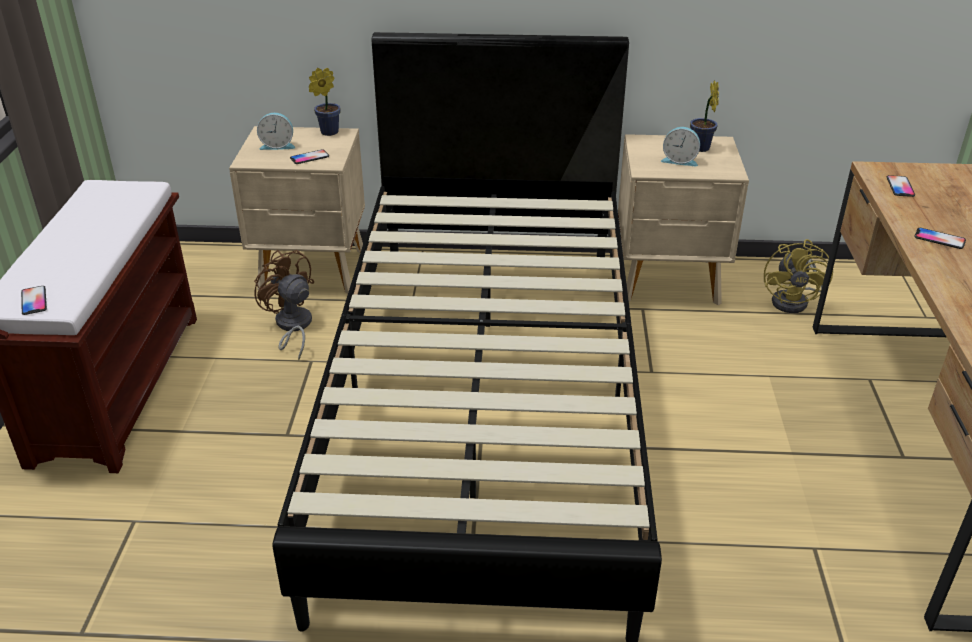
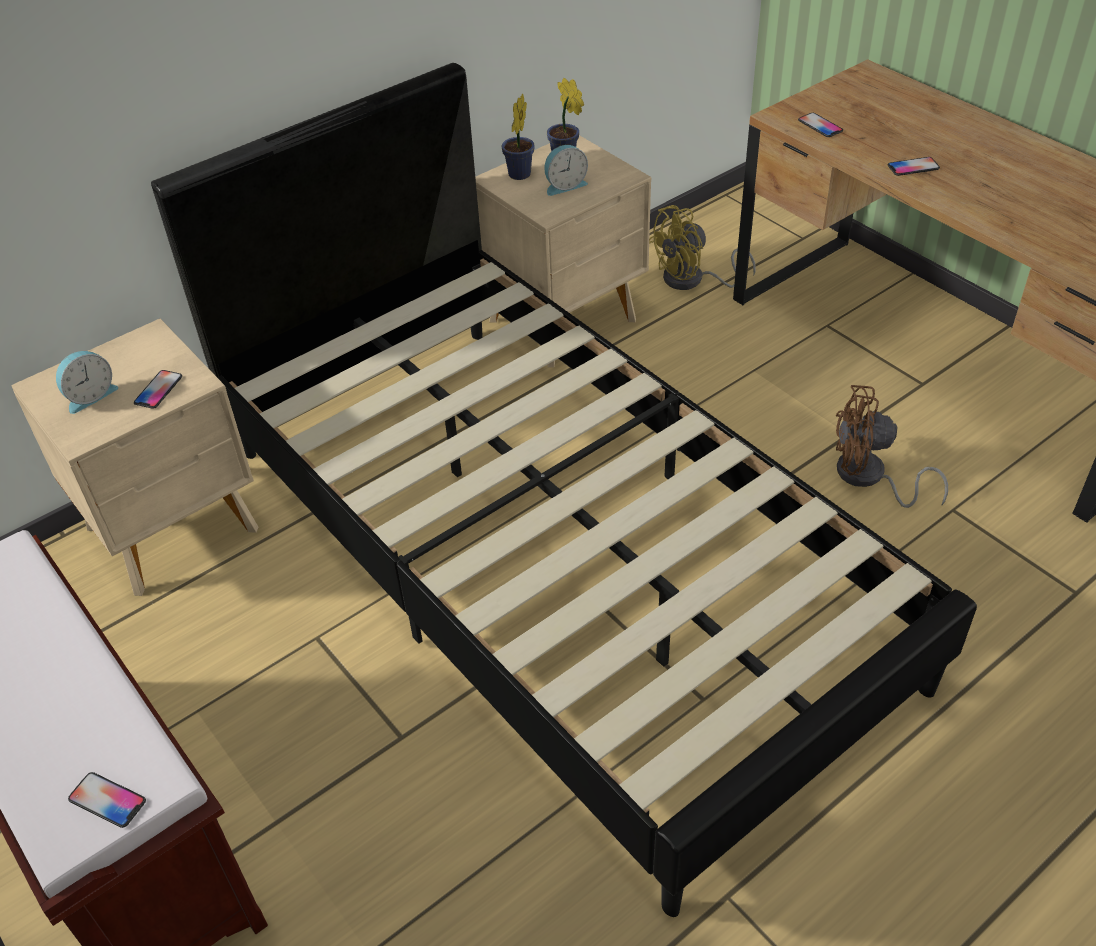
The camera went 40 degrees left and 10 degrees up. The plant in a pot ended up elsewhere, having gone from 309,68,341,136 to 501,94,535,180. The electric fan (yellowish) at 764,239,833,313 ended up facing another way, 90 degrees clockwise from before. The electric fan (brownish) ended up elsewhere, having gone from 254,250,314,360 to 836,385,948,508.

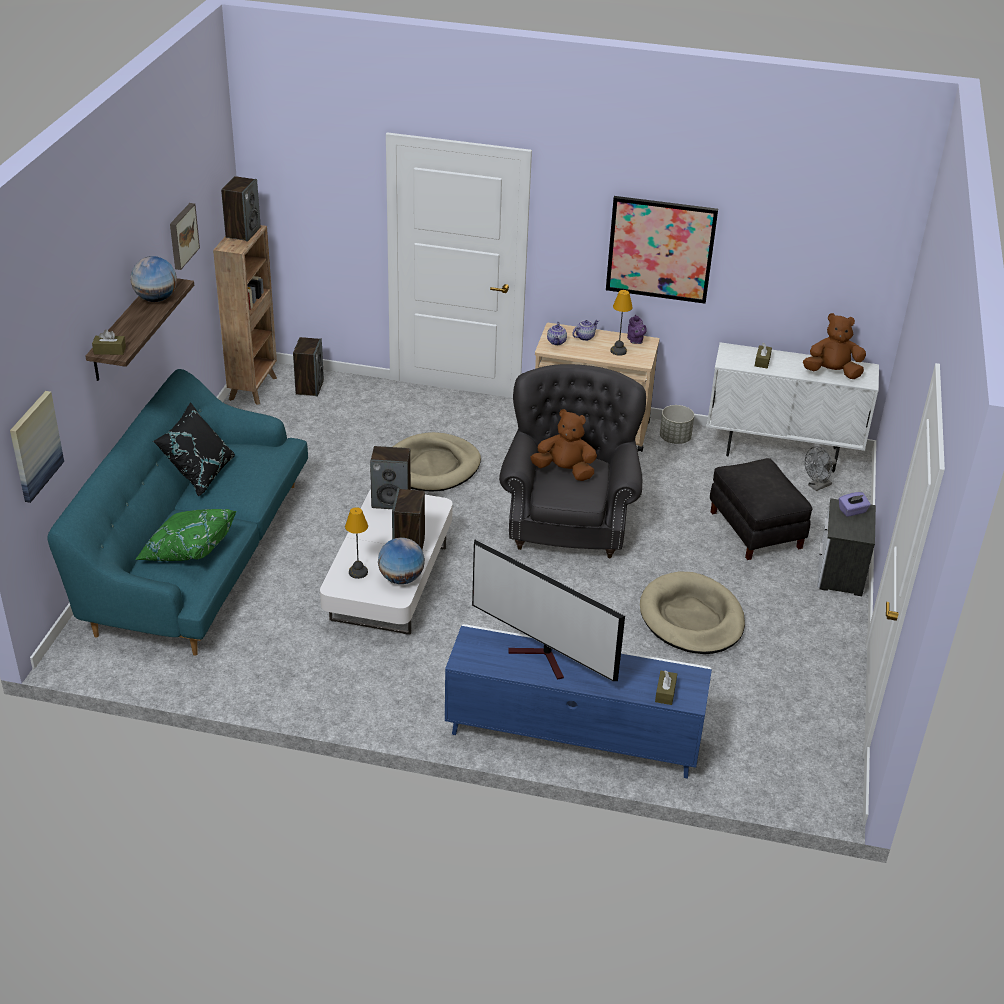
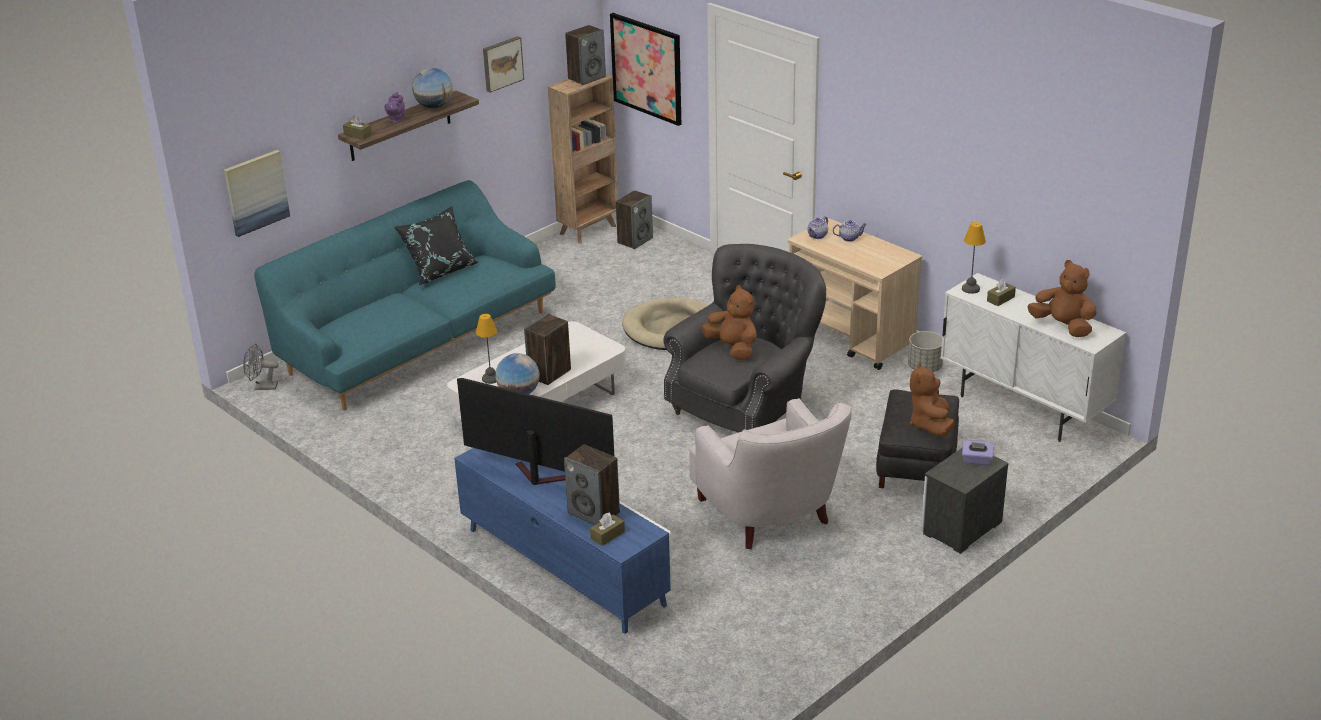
The camera went 35 degrees right and 5 degrees down. The picture ended up elsewhere, having gone from 606,196,718,304 to 610,13,681,126. The tabletop lamp ended up elsewhere, having gone from 610,290,633,356 to 962,222,986,294. The pot for tea (purple-coloured) ended up elsewhere, having gone from 627,315,647,344 to 385,92,405,123. The audio speaker ended up elsewhere, having gone from 370,446,411,509 to 564,444,620,525. The electric fan (grey) ended up elsewhere, having gone from 805,446,837,491 to 243,344,279,390. The second view lost the throw pillow (green-coloured) at 135,509,237,561. The TV set at 472,539,625,681 ended up facing another way, 135 degrees clockwise from before. Where the pet bed (sand-coloured) stood at 640,571,745,654, the armchair (white-coloured) came to stand at 689,398,851,549. The second view gained the soft toy (brownish) at 910,363,954,437.

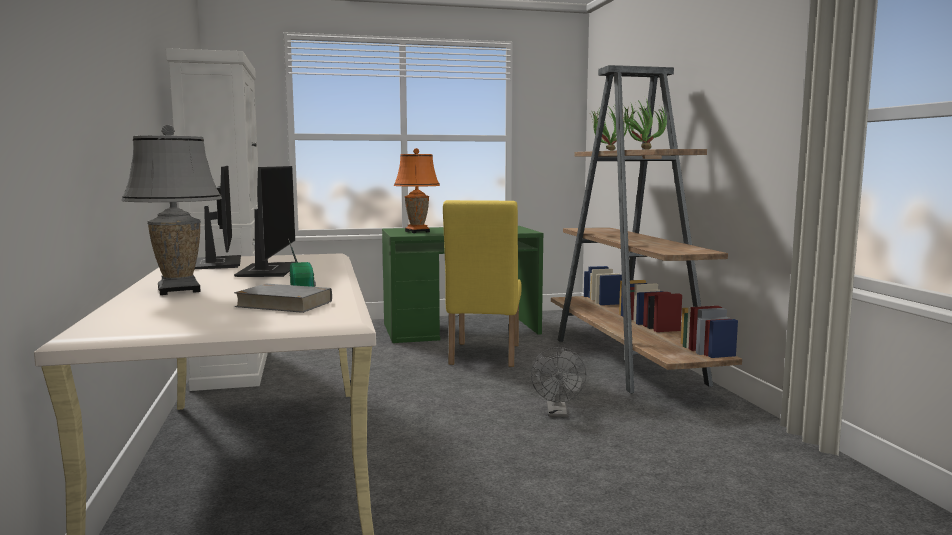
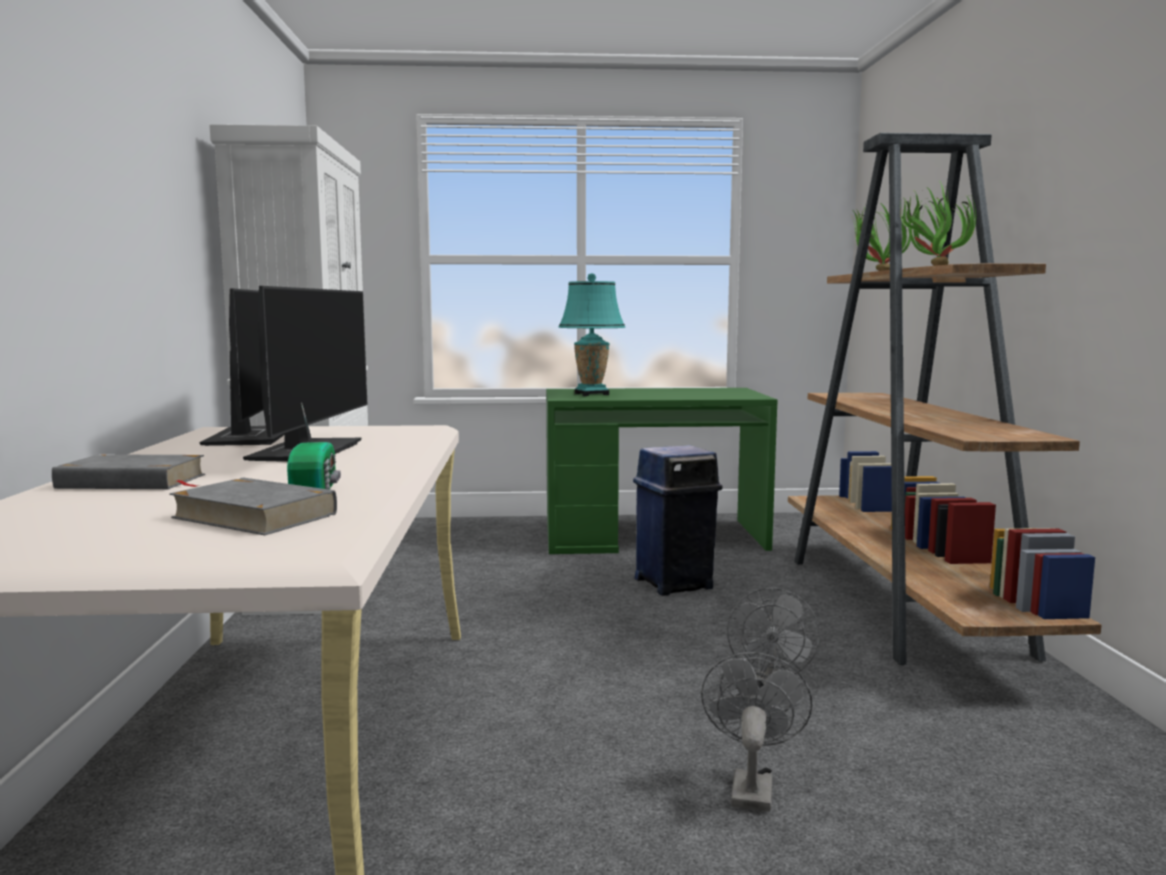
The camera went 10 degrees right and 0 degrees up. Where the tabletop lamp (grey) stood at 121,125,222,295, the volume (grey) came to stand at 52,454,205,489. What was the tabletop lamp (orange) at 394,148,440,233 turned into the tabletop lamp (turquoise) at 559,273,625,396. Where the chair (yellowish) stood at 443,200,521,367, the waste bin (blue-coloured) came to stand at 633,445,723,596. The second view gained the electric fan (grey) at 701,652,813,812.

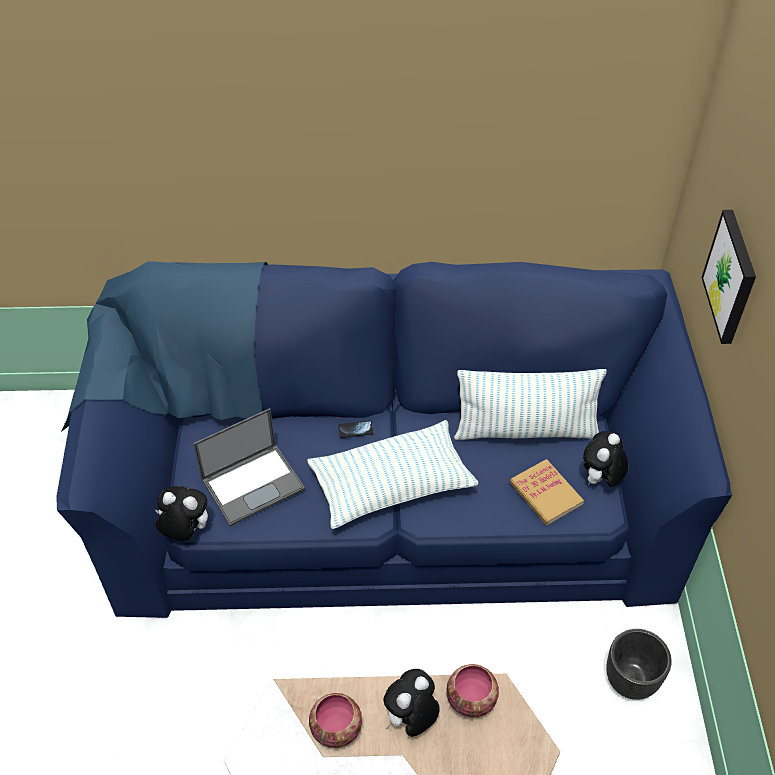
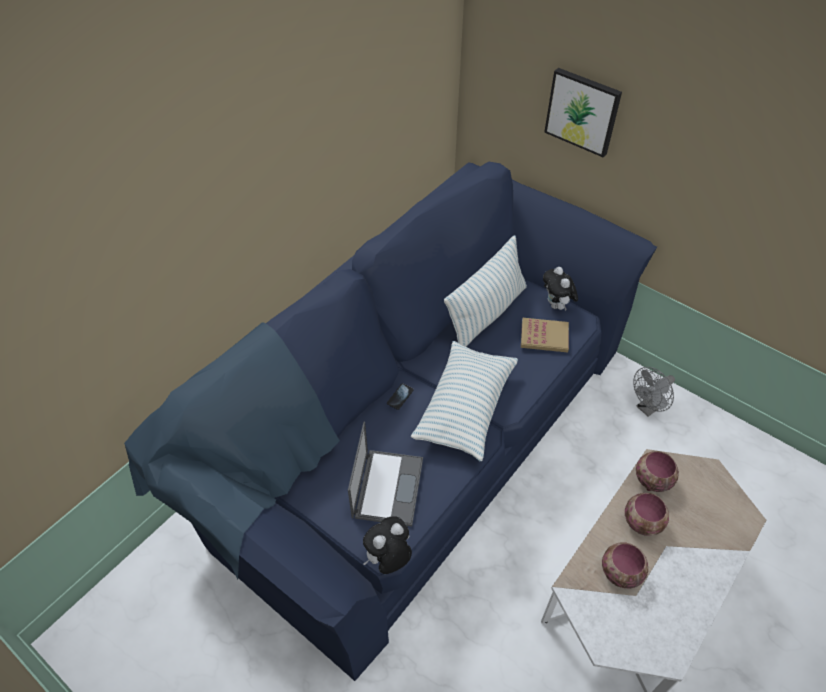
The camera went 50 degrees left and 0 degrees up. Where the plant pot (black-coloured) stood at 606,629,672,700, the electric fan (grey) came to stand at 634,367,675,416. Where the soft toy stood at 384,669,440,737, the deep dish came to stand at 625,493,669,536.

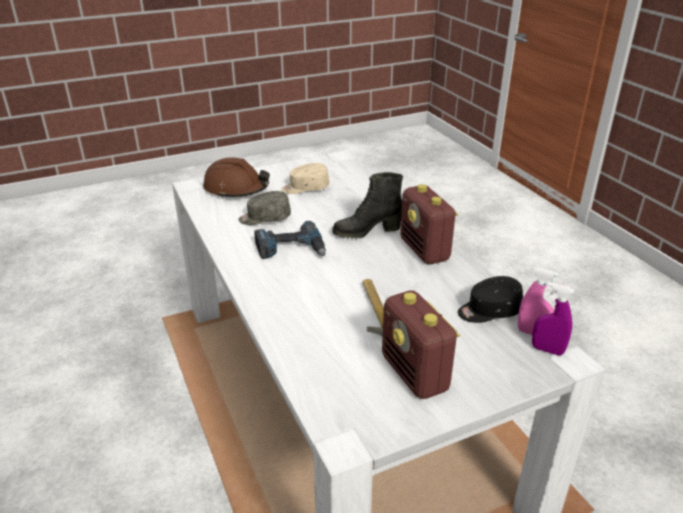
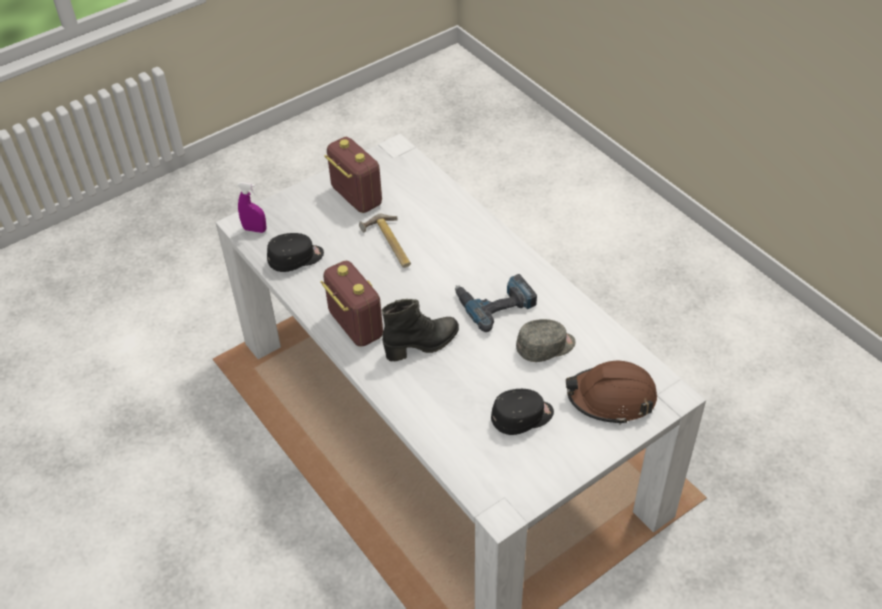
The camera went 170 degrees right and 15 degrees up. What was the baseball cap (sand-coloured) at 281,163,329,194 turned into the baseball cap (black-coloured) at 491,389,554,435. The second view lost the spray bottle (pinkish) at 518,268,560,335.

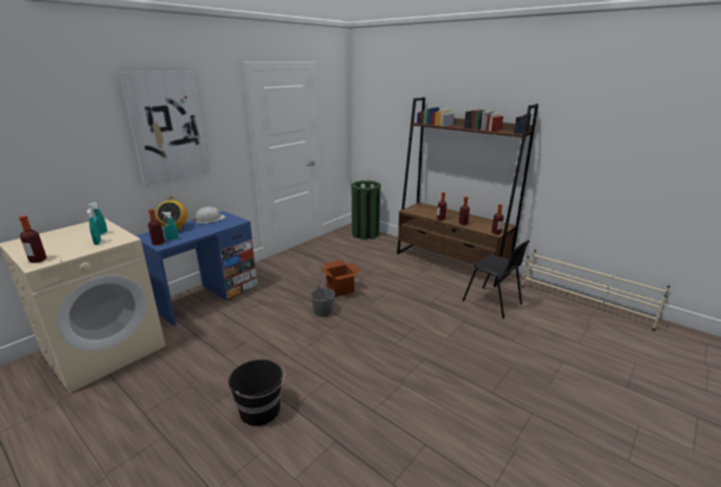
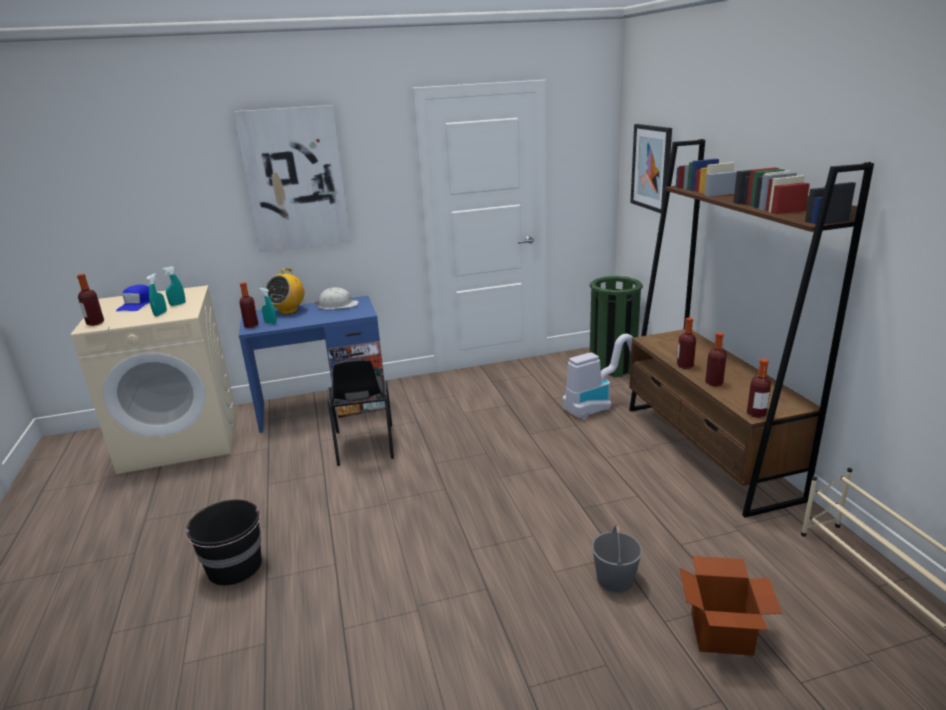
The camera went 35 degrees right and 0 degrees up. The chair (black-coloured) ended up elsewhere, having gone from 462,240,530,319 to 328,359,394,466. The packing box ended up elsewhere, having gone from 320,260,361,297 to 679,556,782,656. The water bucket (grey) ended up elsewhere, having gone from 310,283,335,317 to 592,525,642,593. The second view gained the picture at 630,124,672,213. The second view gained the baseball cap (blue-coloured) at 116,285,150,312. The second view gained the vacuum cleaner at 563,334,633,420.

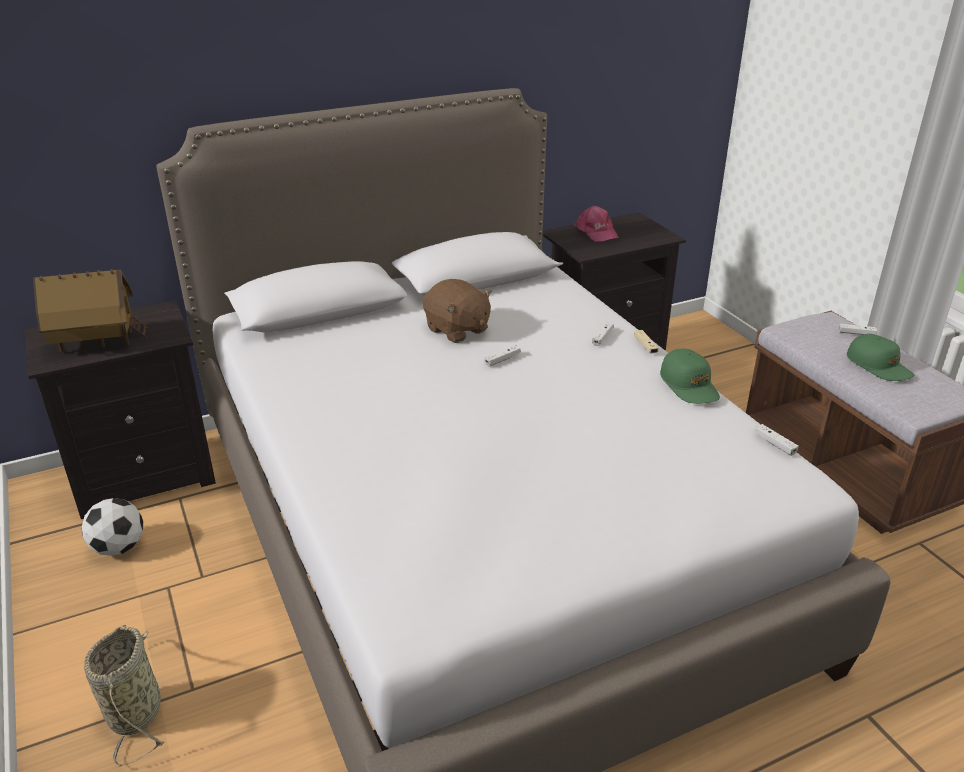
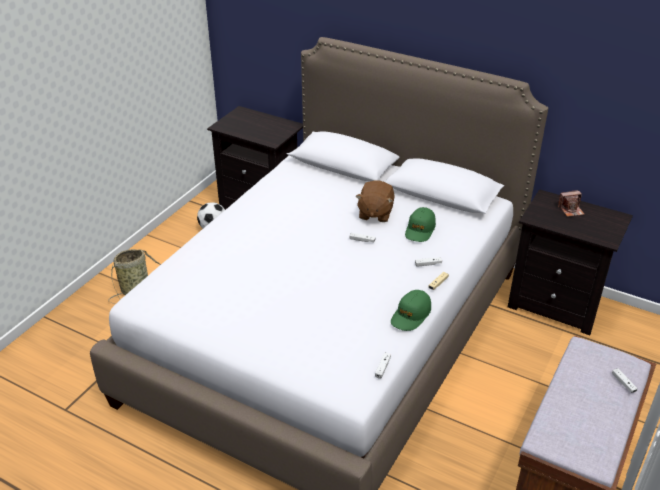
The camera went 55 degrees right and 5 degrees up. Where the baseball cap (pinkish) stood at 574,206,619,241, the photo camera came to stand at 558,190,585,217. The second view lost the model house at 33,269,148,352. The baseball cap (green-coloured) ended up elsewhere, having gone from 847,334,914,381 to 405,207,436,242.

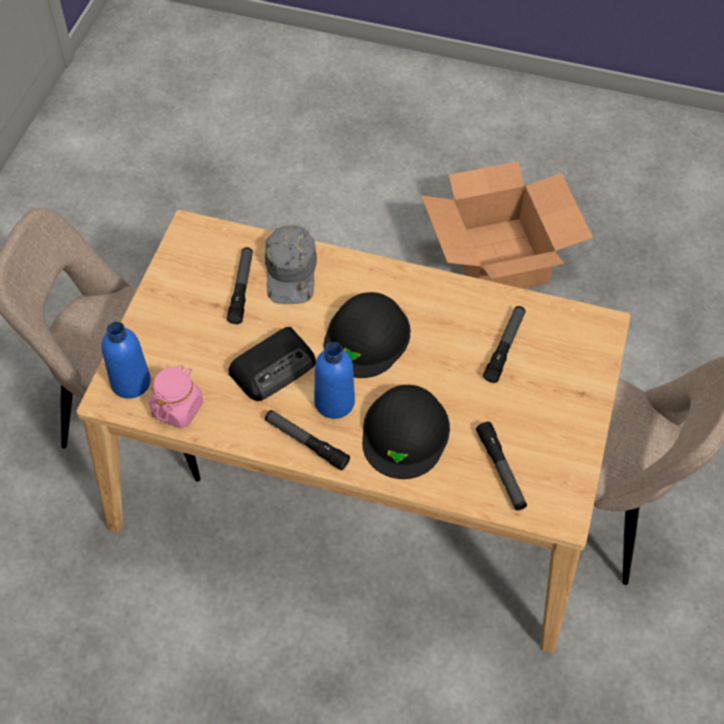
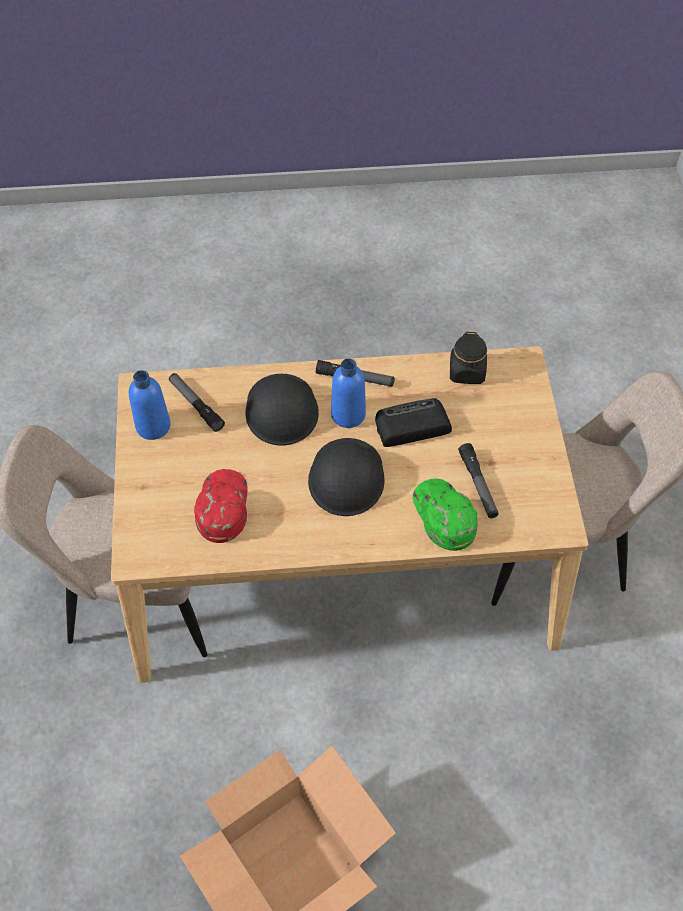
The camera went 160 degrees right and 0 degrees up. What was the baseball cap (grey) at 265,225,317,304 turned into the baseball cap (green-coloured) at 413,478,478,551. Where the flashlight stood at 483,306,525,383, the baseball cap (red-coloured) came to stand at 194,469,248,543. The beverage bottle (blue-coloured) ended up elsewhere, having gone from 101,321,151,399 to 129,370,171,440. The radio receiver at 228,327,316,401 ended up facing another way, 45 degrees clockwise from before. What was the jar (pinkish) at 149,365,203,429 turned into the jar (black-coloured) at 450,332,487,384.

